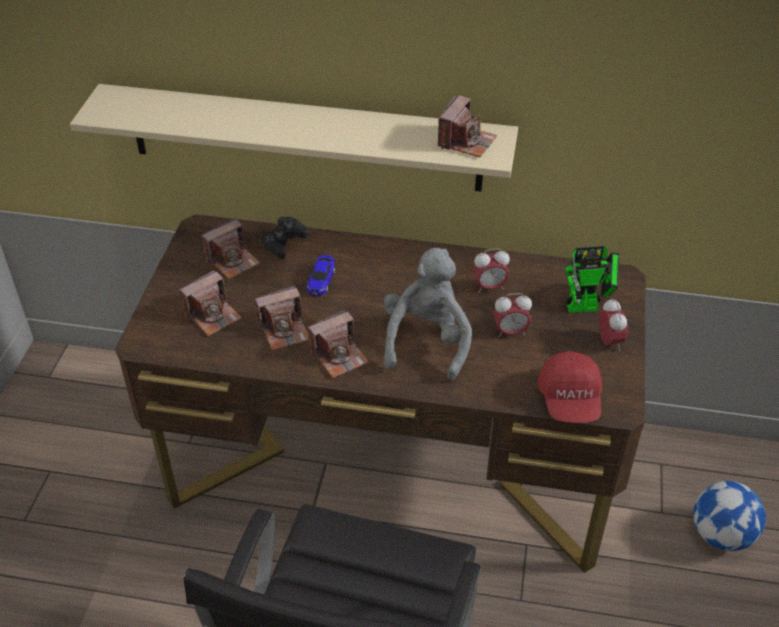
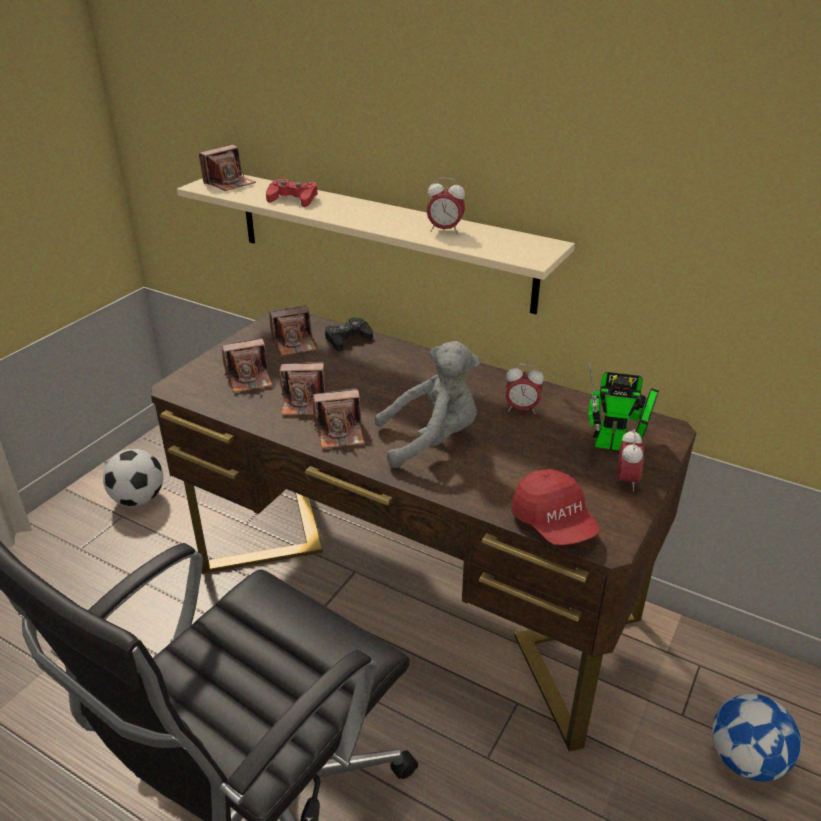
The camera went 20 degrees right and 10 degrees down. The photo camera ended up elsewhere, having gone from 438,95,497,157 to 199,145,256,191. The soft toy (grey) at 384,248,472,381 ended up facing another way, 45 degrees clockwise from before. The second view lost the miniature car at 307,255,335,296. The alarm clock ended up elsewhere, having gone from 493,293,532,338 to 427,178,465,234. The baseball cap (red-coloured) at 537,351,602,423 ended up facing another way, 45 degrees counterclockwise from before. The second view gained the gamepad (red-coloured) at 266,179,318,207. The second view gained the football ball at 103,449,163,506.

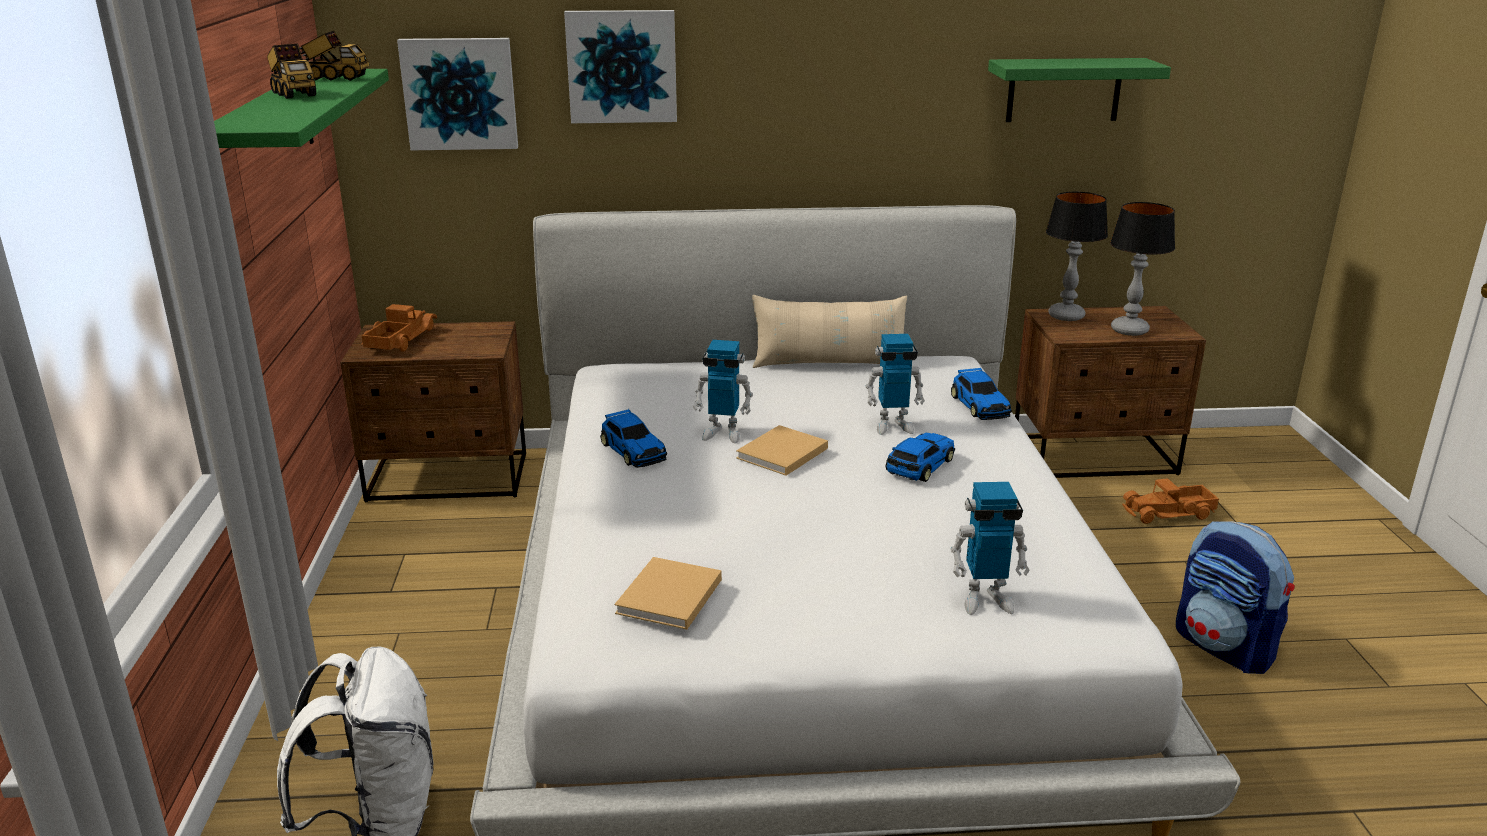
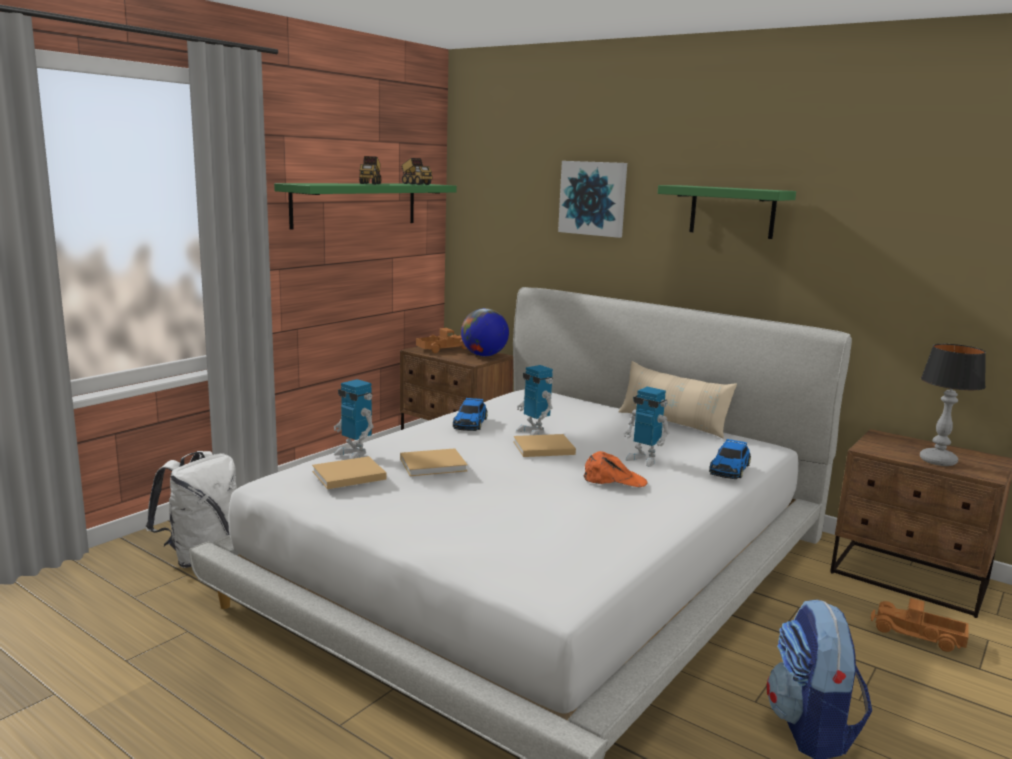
The camera went 40 degrees right and 10 degrees down. The second view lost the picture at 397,38,518,150. The wall shelf (green-coloured) ended up elsewhere, having gone from 988,58,1171,122 to 658,185,796,239. The second view lost the tabletop lamp at 1046,192,1108,321. Where the miniature car stood at 885,433,955,482, the baseball cap (orange) came to stand at 584,451,648,487. The model robot ended up elsewhere, having gone from 951,482,1030,615 to 334,379,374,459. The second view gained the desk globe at 461,308,509,356. The second view gained the volume (sand-coloured) at 400,448,468,476.

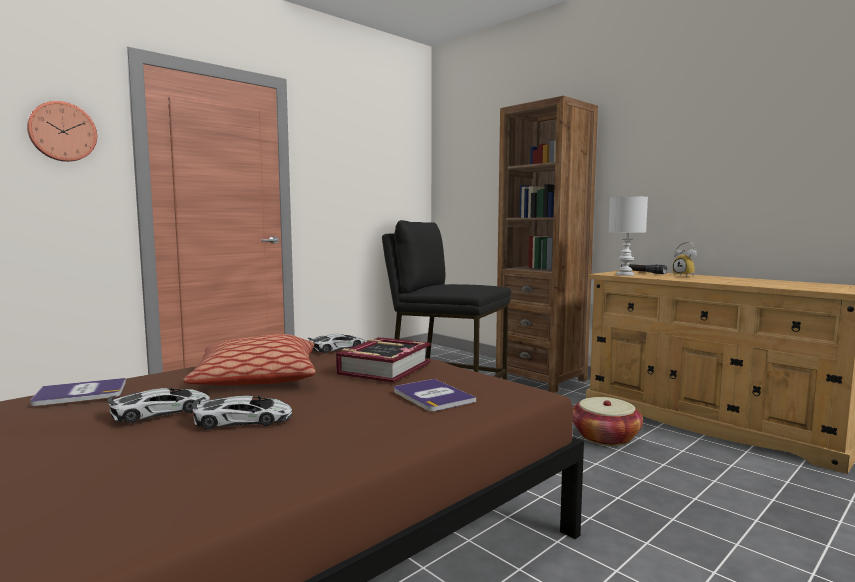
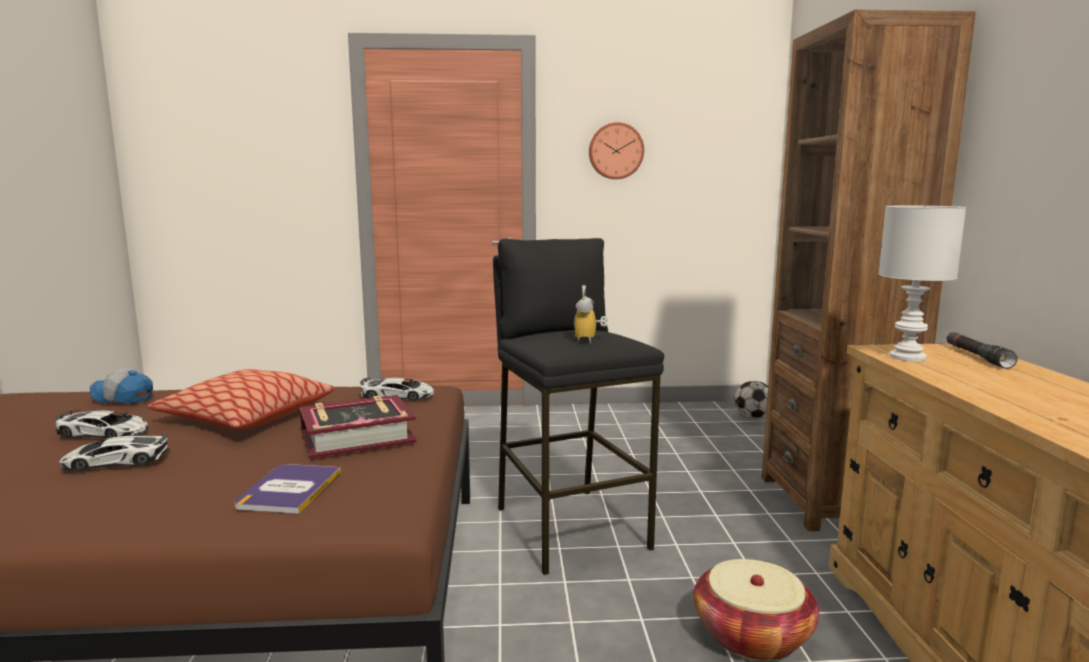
The camera went 40 degrees right and 5 degrees up. The wall clock ended up elsewhere, having gone from 27,101,97,162 to 589,122,644,179. The alarm clock ended up elsewhere, having gone from 673,242,697,277 to 574,285,608,343. Where the volume stood at 30,378,126,406, the baseball cap came to stand at 90,367,153,403. The miniature car at 192,396,292,430 ended up facing another way, 135 degrees clockwise from before. The second view gained the football ball at 734,381,768,419.

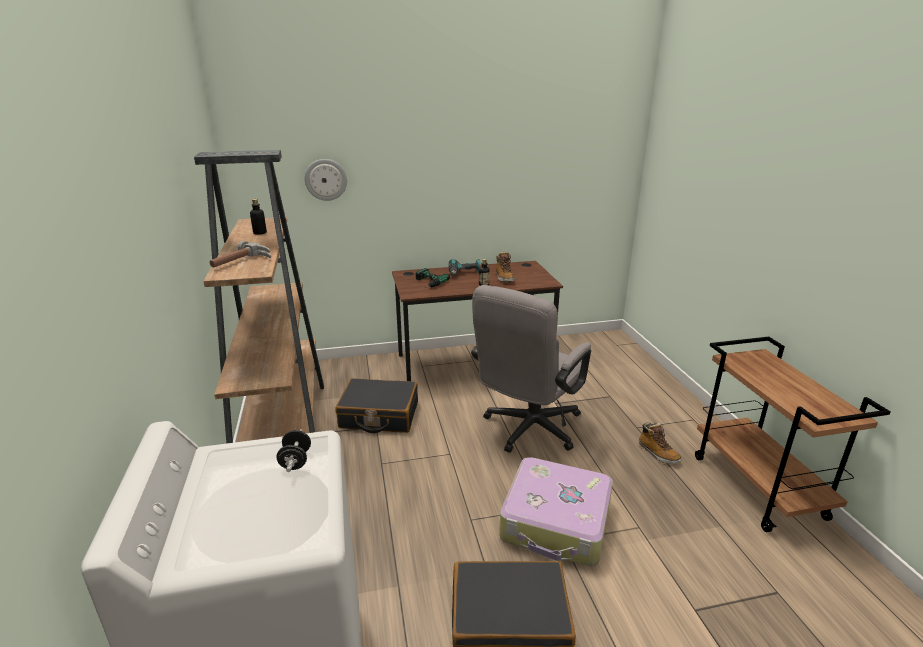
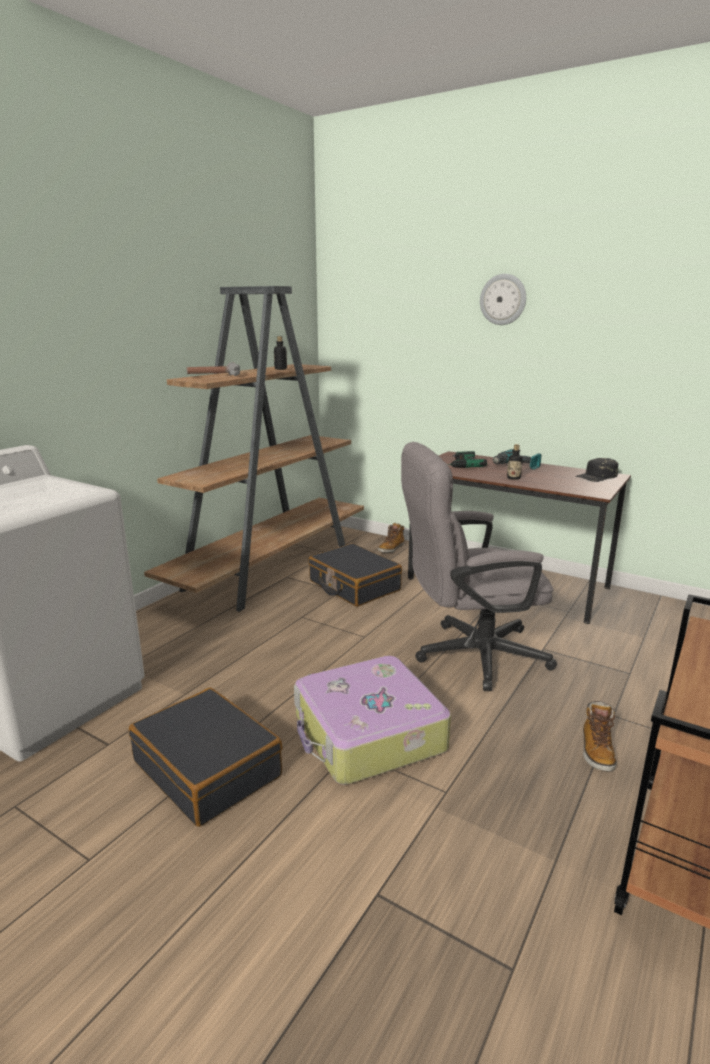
The camera went 45 degrees right and 5 degrees down. The wall clock ended up elsewhere, having gone from 305,159,347,201 to 480,274,526,325. The high-top boot ended up elsewhere, having gone from 496,252,515,282 to 378,523,405,553. The second view lost the free weight (black-coloured) at 277,429,311,472. The second view gained the baseball cap (black-coloured) at 575,458,618,482.

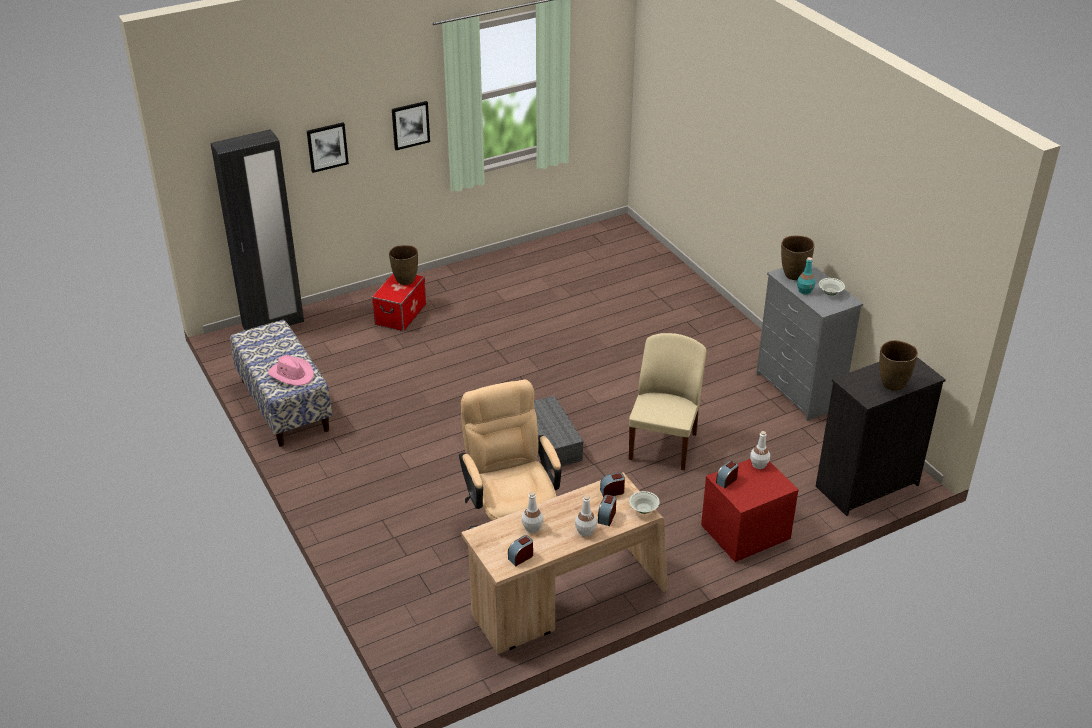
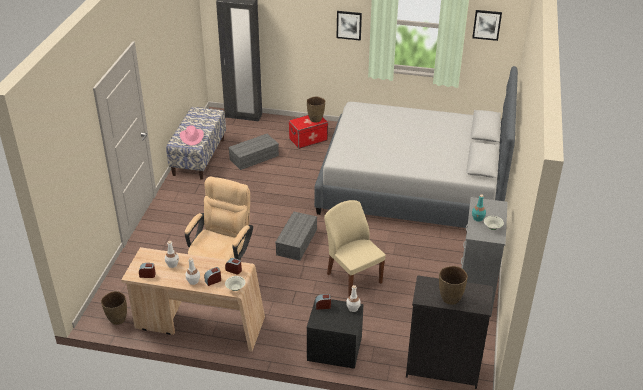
The camera went 40 degrees right and 0 degrees up. The picture ended up elsewhere, having gone from 307,122,349,173 to 472,10,502,41. The decorative vase (brownish) ended up elsewhere, having gone from 781,236,815,280 to 101,291,127,325. The chair (sand-coloured) at 629,333,706,470 ended up facing another way, 90 degrees counterclockwise from before. What was the nightstand (red-coloured) at 701,459,799,562 turned into the nightstand (black-coloured) at 307,298,364,369. The second view gained the sleeping bed (grey) at 314,66,518,228. The second view gained the storage container (grey) at 228,134,279,170.

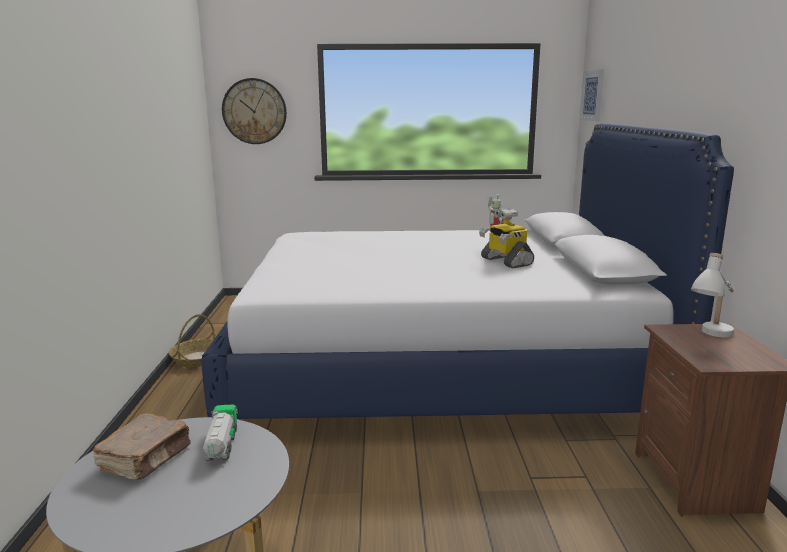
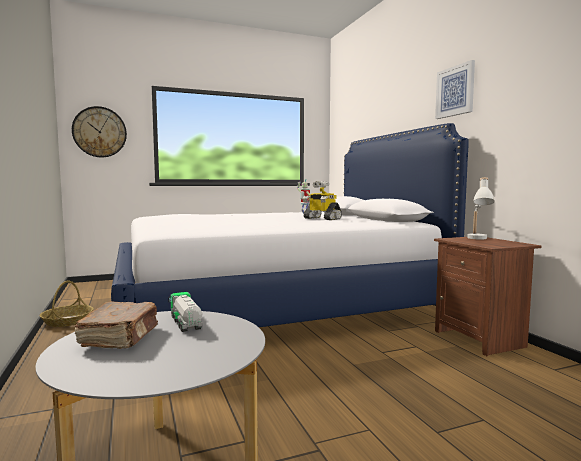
The camera went 20 degrees left and 10 degrees down. The picture ended up elsewhere, having gone from 580,69,604,121 to 435,60,475,119.

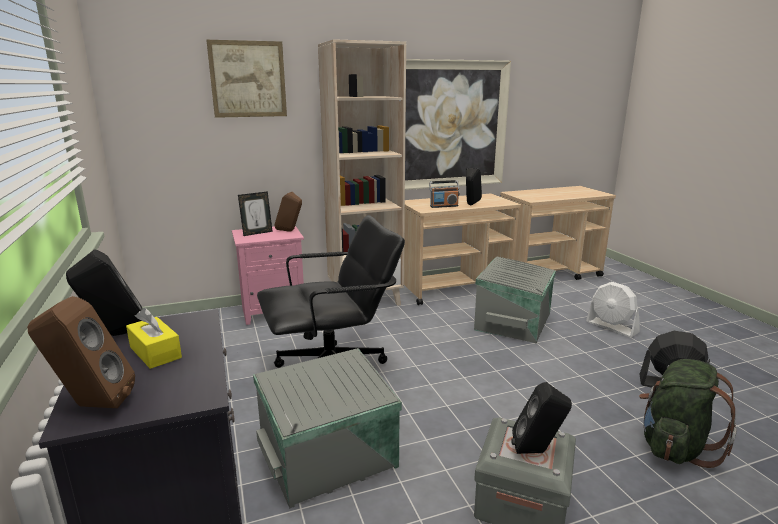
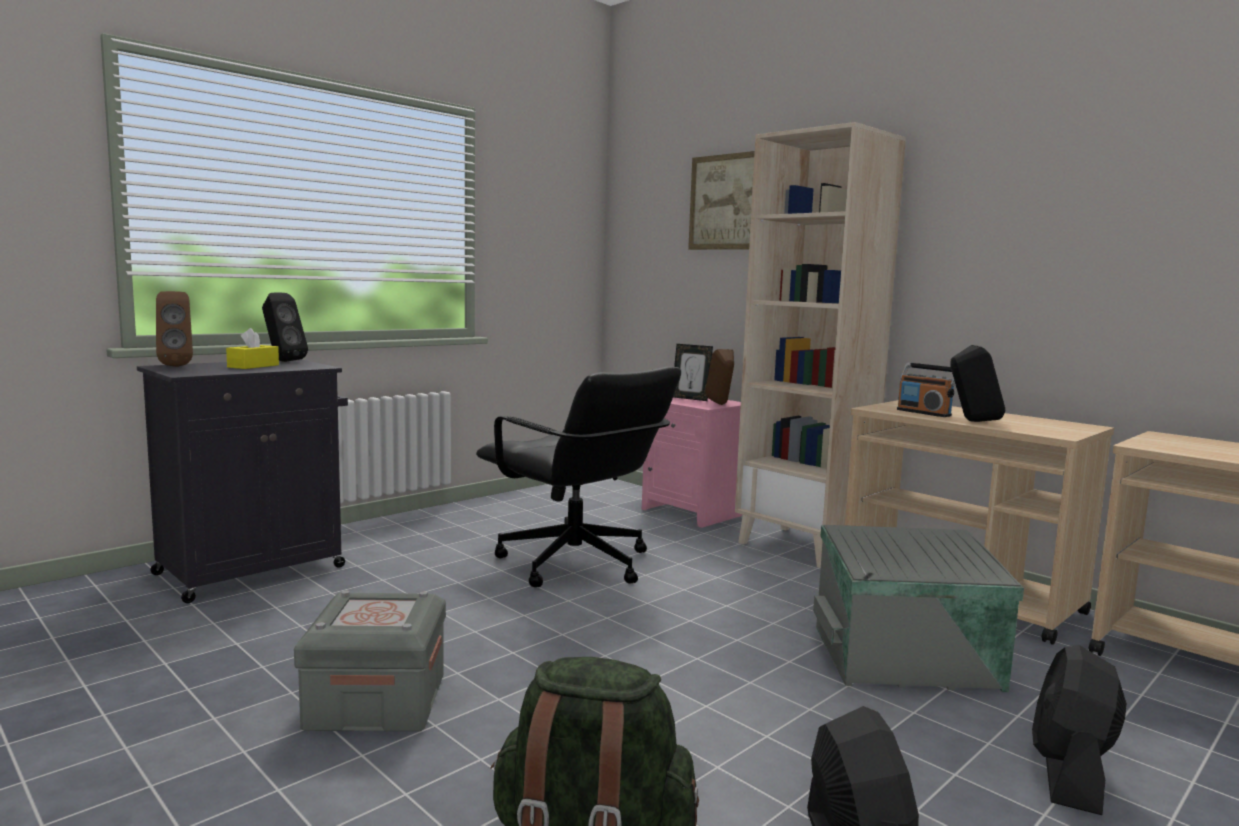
The camera went 65 degrees right and 10 degrees down. The second view lost the picture at 405,59,511,190. What was the electric fan (white-coloured) at 586,282,640,337 turned into the electric fan (black-coloured) at 1032,645,1127,815. The second view lost the storage container (grey) at 253,348,402,508. The second view lost the audio speaker (black-coloured) at 512,382,572,454.

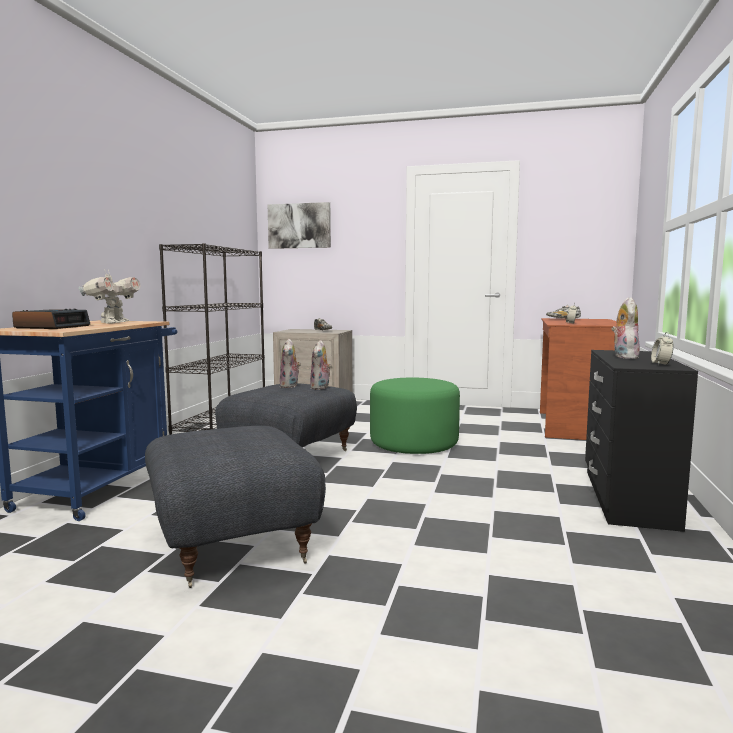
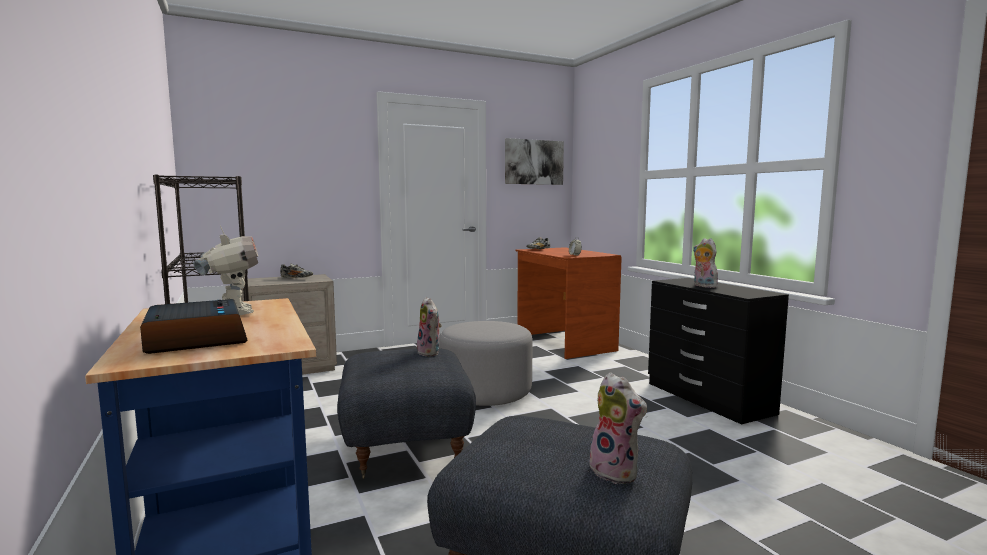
The camera went 40 degrees left and 0 degrees up. The picture ended up elsewhere, having gone from 268,202,331,249 to 505,138,564,185. The second view lost the alarm clock at 651,332,674,365. The soft toy ended up elsewhere, having gone from 280,339,301,388 to 587,373,647,484. What was the ottoman (green-coloured) at 370,378,460,454 turned into the ottoman (grey) at 439,321,533,406.

